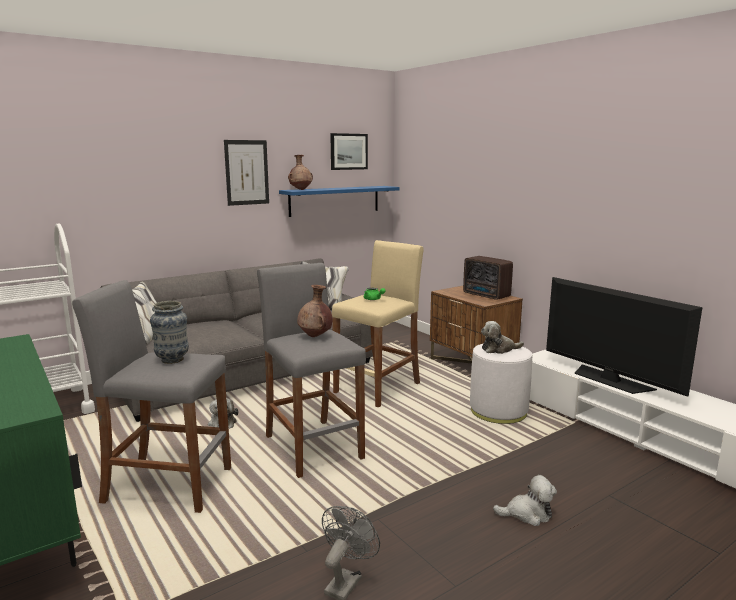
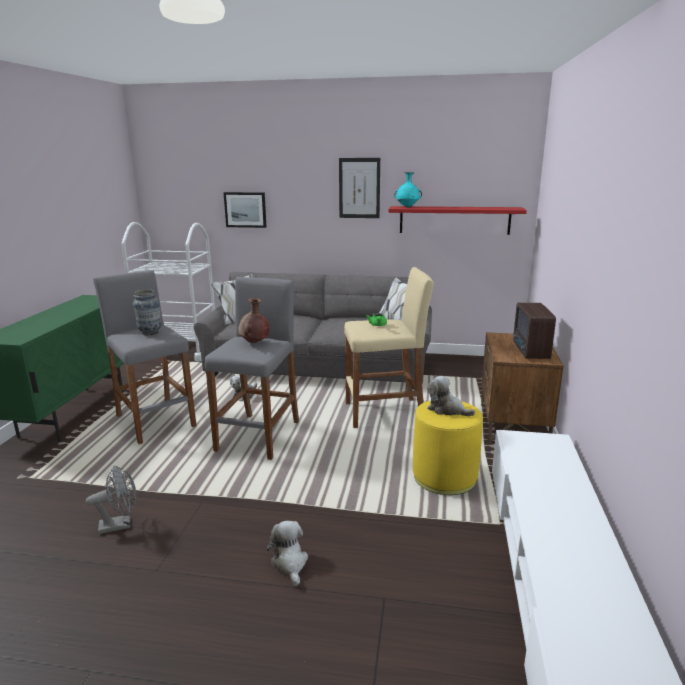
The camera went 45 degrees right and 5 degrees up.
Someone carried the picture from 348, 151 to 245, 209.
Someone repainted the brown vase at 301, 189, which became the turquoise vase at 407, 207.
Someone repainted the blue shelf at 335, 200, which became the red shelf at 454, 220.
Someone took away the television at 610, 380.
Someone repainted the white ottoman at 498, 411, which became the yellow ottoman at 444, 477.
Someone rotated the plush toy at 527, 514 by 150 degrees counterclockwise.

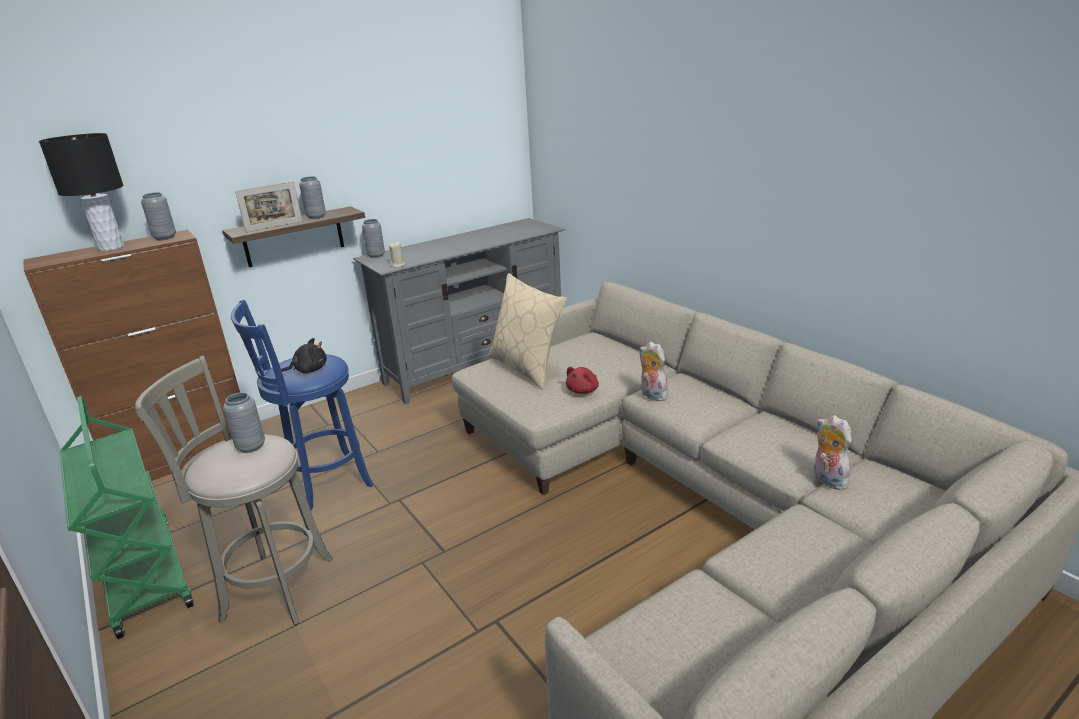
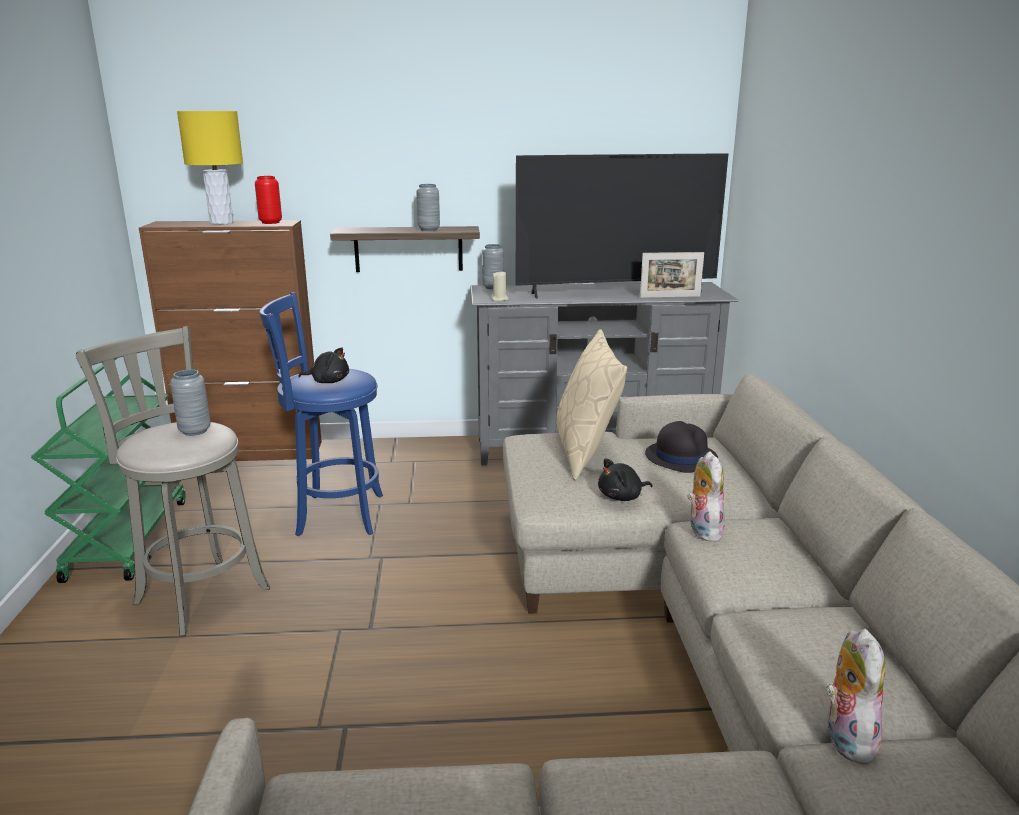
The camera went 30 degrees right and 5 degrees down.
Someone repainted the black table lamp at 111, 247, which became the yellow table lamp at 222, 223.
Someone carried the picture frame from 274, 226 to 670, 297.
Someone repainted the grey vase at 165, 238, which became the red vase at 270, 222.
Someone repainted the red plush toy at 583, 390, which became the black plush toy at 622, 497.
Someone put down the television at 616, 292.
Someone put down the black hat at 680, 457.

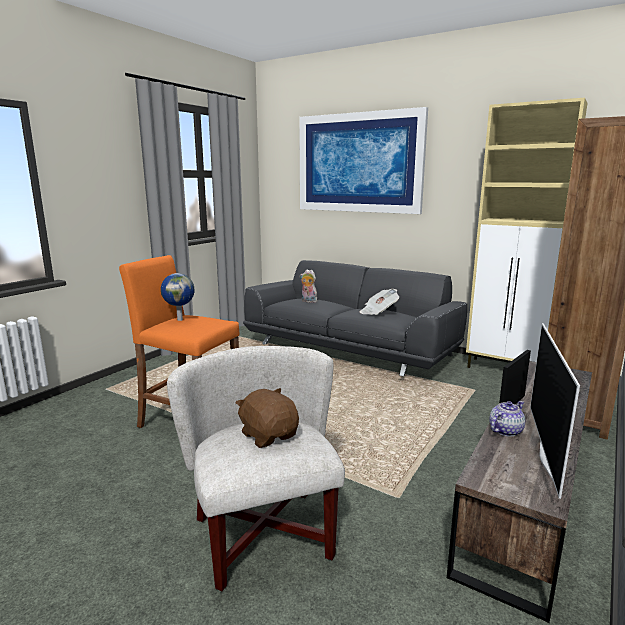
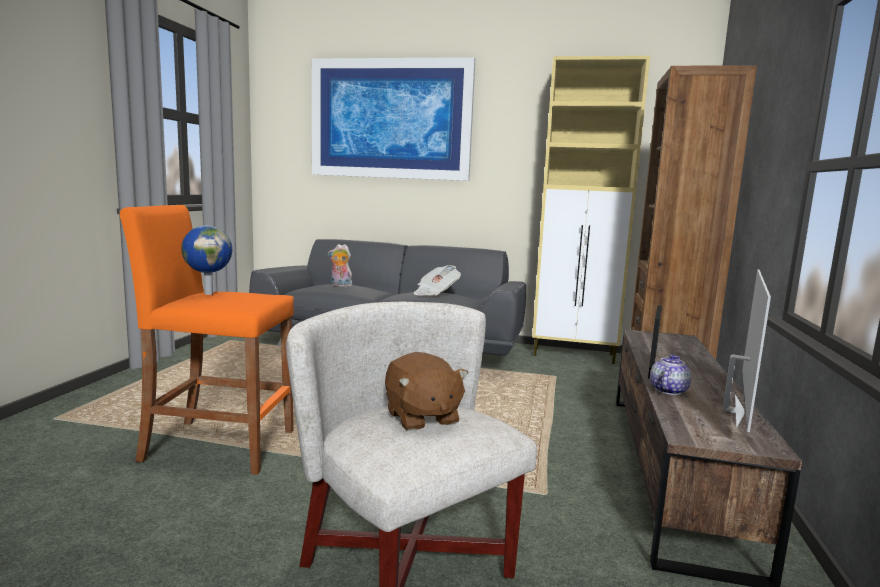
The camera went 20 degrees left and 5 degrees down.
Someone rotated the television at 549, 460 by 150 degrees counterclockwise.
Someone rotated the brown plush toy at 269, 435 by 150 degrees counterclockwise.

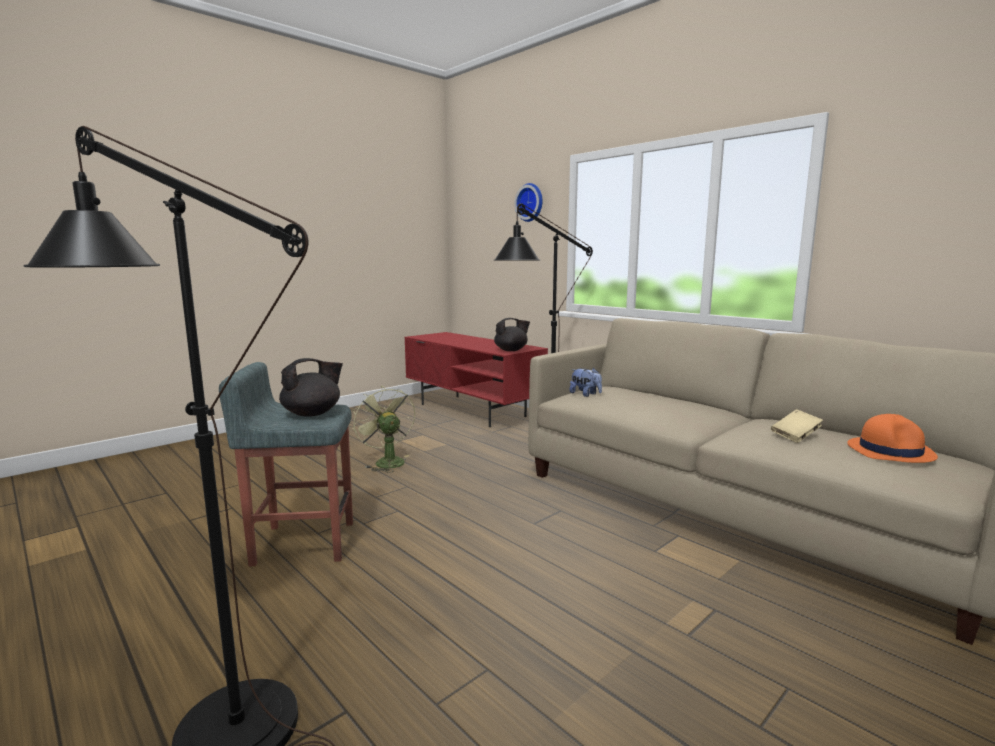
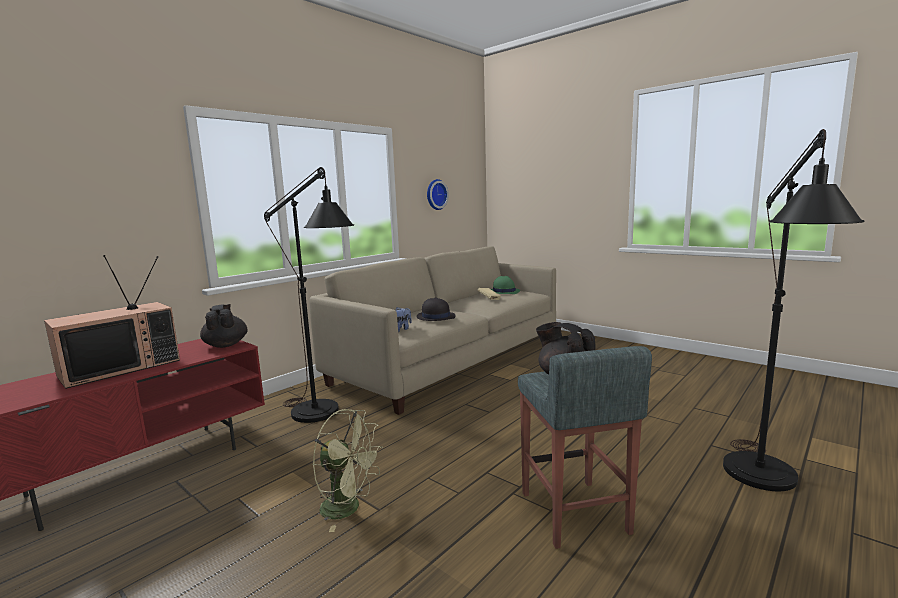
The camera went 95 degrees left and 0 degrees up.
Someone carried the wall clock from 531, 202 to 435, 194.
Someone rotated the green fan at 386, 462 by 120 degrees counterclockwise.
Someone repainted the orange hat at 890, 451, which became the green hat at 504, 291.
Someone put down the television at 122, 367.
Someone put down the black hat at 435, 317.

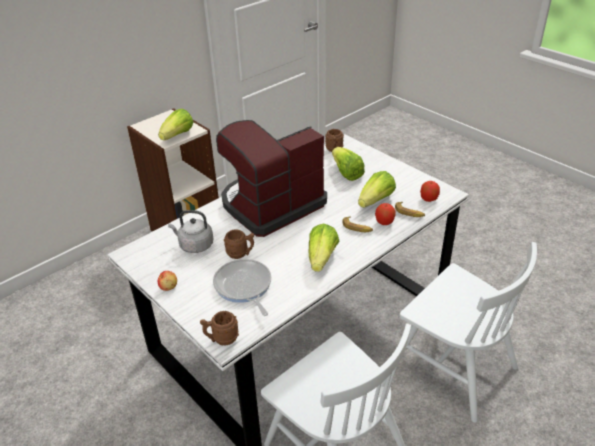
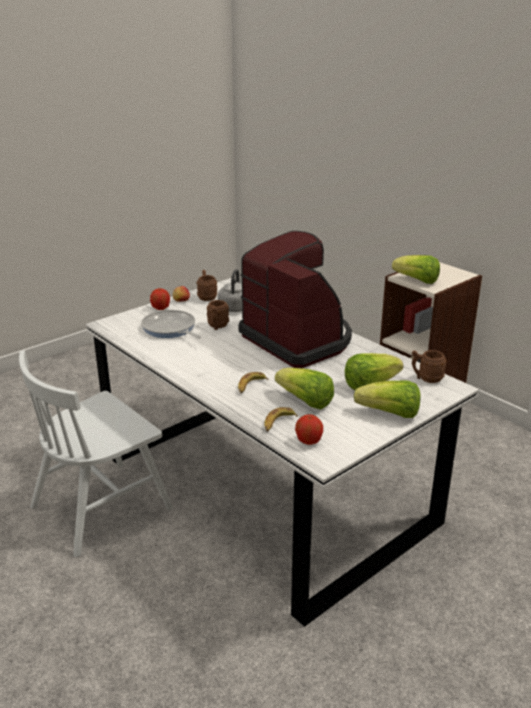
The camera went 90 degrees right and 10 degrees down.
Someone carried the apple from 384, 222 to 160, 308.
Someone carried the lettuce from 322, 258 to 390, 414.
Someone took away the white chair at 452, 367.
Someone rotated the frying pan at 244, 287 by 105 degrees counterclockwise.
Someone carried the brown mug from 221, 339 to 206, 297.

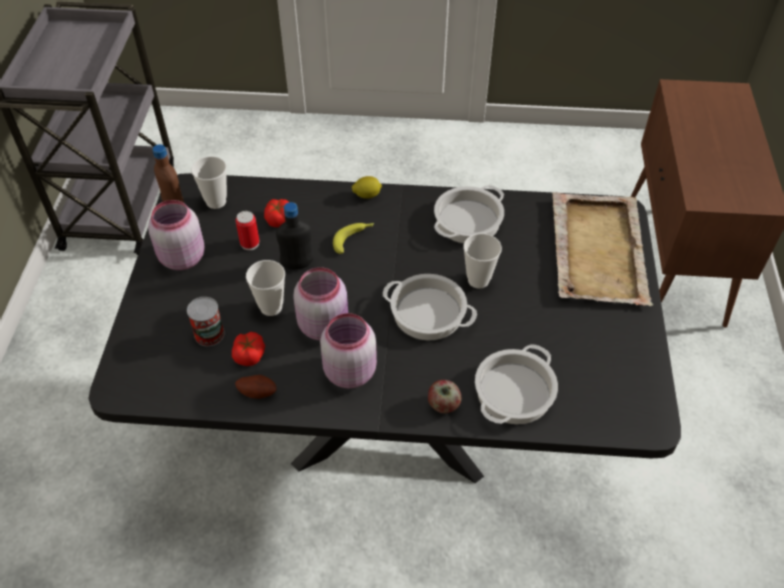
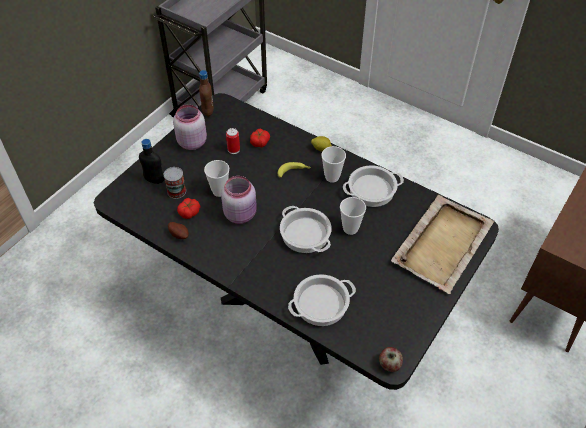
The camera went 30 degrees right and 0 degrees up.
Someone carried the cup from 216, 202 to 332, 177.
Someone carried the black bottle from 297, 264 to 154, 180.
Someone took away the pink jar at 348, 371.
Someone carried the apple from 443, 405 to 389, 364.

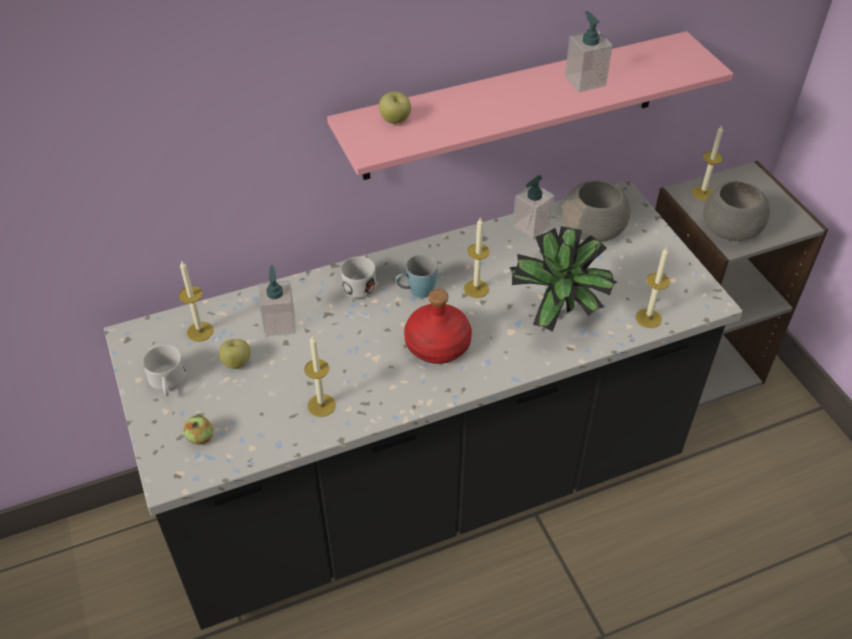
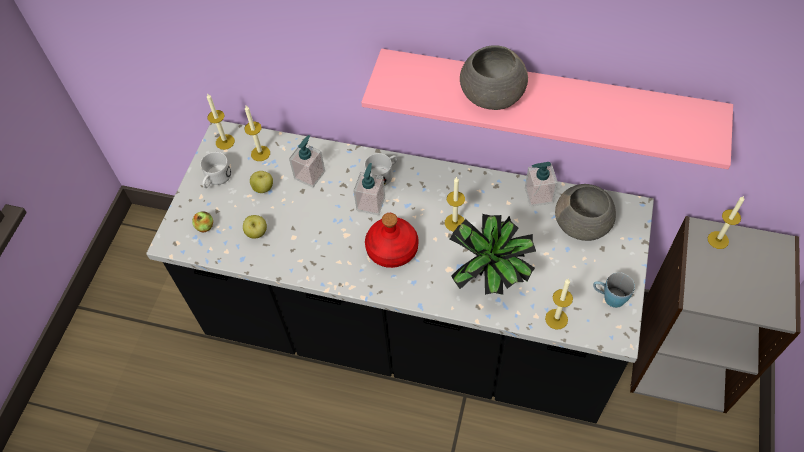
The camera went 40 degrees right and 10 degrees up.
Someone carried the soap dispenser from 585, 81 to 371, 203.
Someone carried the apple from 395, 121 to 257, 233.
Someone carried the grey bowl from 729, 230 to 491, 95.
Someone carried the blue mug from 416, 291 to 609, 297.
Someone carried the candle from 321, 405 to 225, 142.

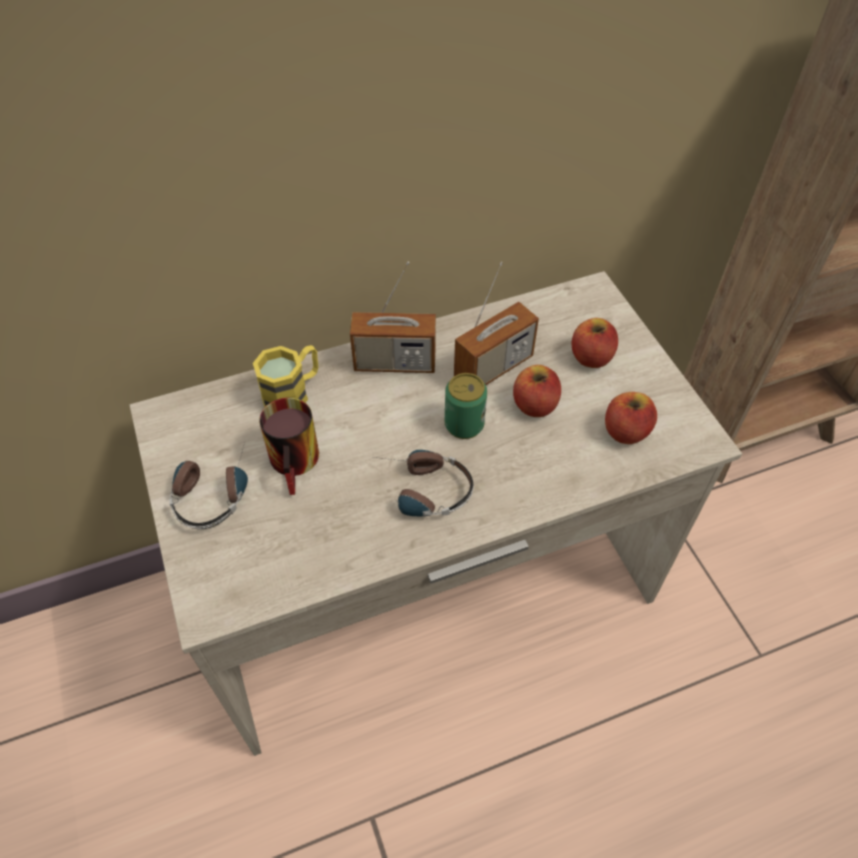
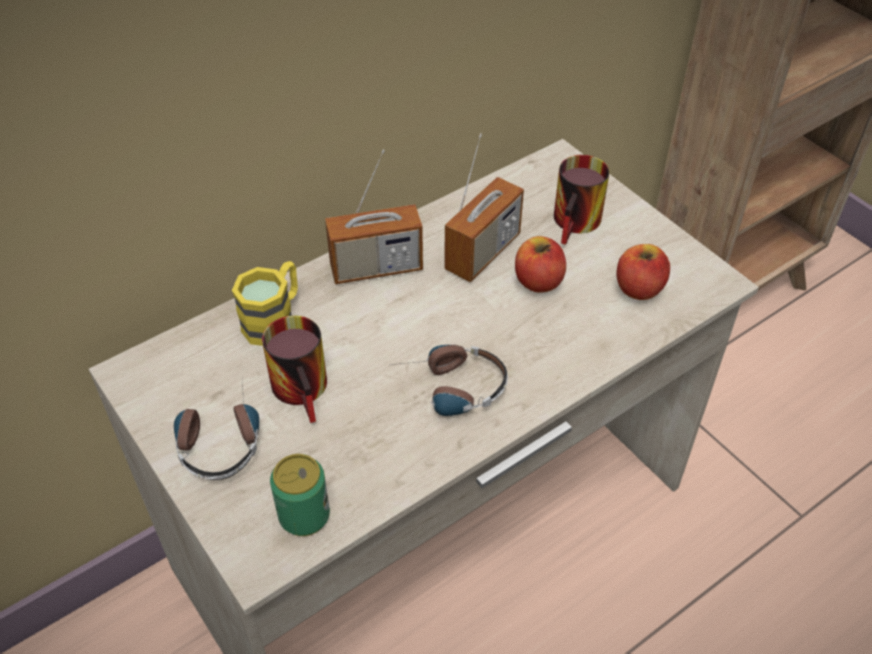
The camera went 15 degrees left and 5 degrees down.
Someone swapped the apple at 591, 357 for the mug at 579, 224.
Someone carried the can from 464, 424 to 304, 516.

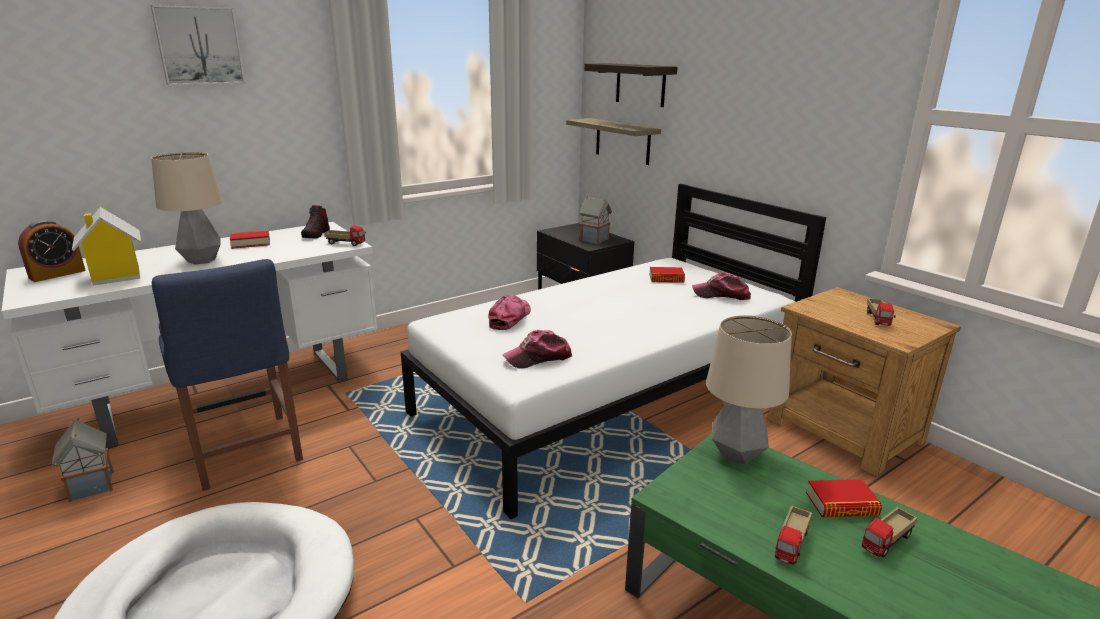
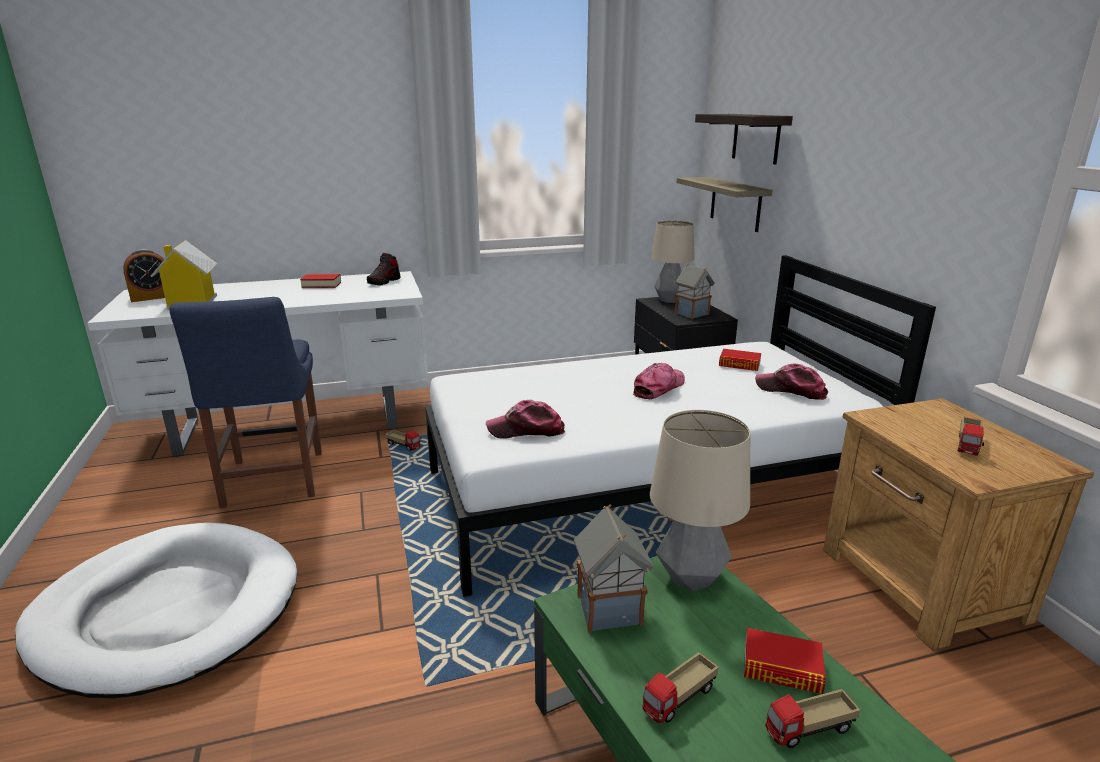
The camera went 20 degrees right and 0 degrees up.
Someone took away the picture at 199, 46.
Someone carried the table lamp from 201, 260 to 669, 300.
Someone carried the toy truck from 346, 243 to 404, 446.
Someone carried the cap from 509, 318 to 658, 388.
Someone carried the toy house from 92, 487 to 610, 611.

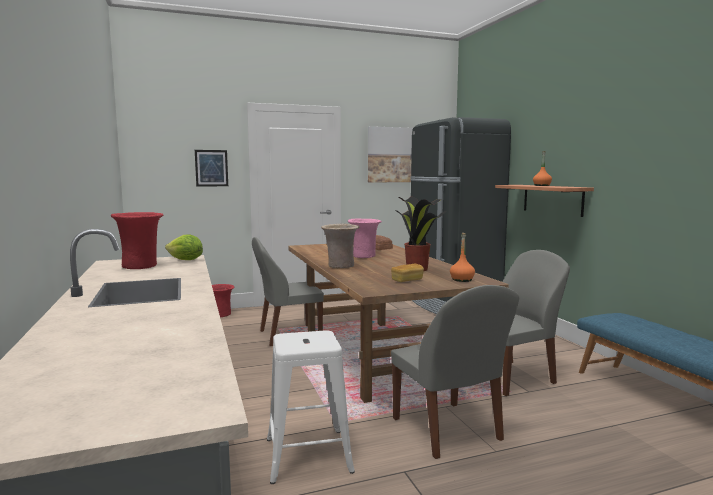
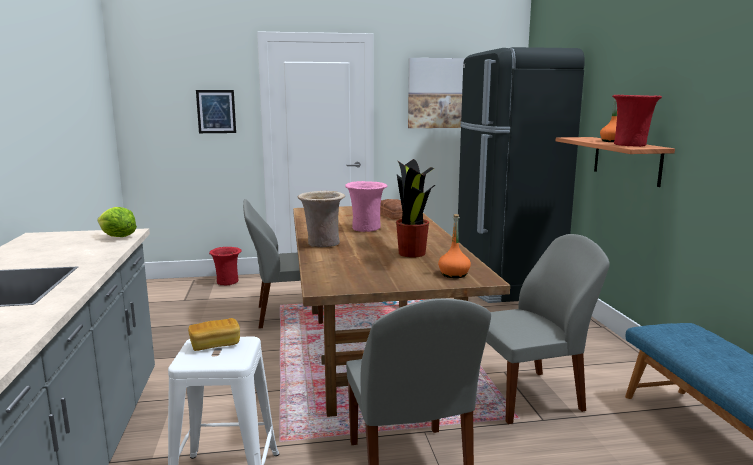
The camera went 10 degrees right and 5 degrees up.
Someone carried the red vase from 141, 266 to 631, 145.
Someone carried the bread from 407, 280 to 215, 345.

